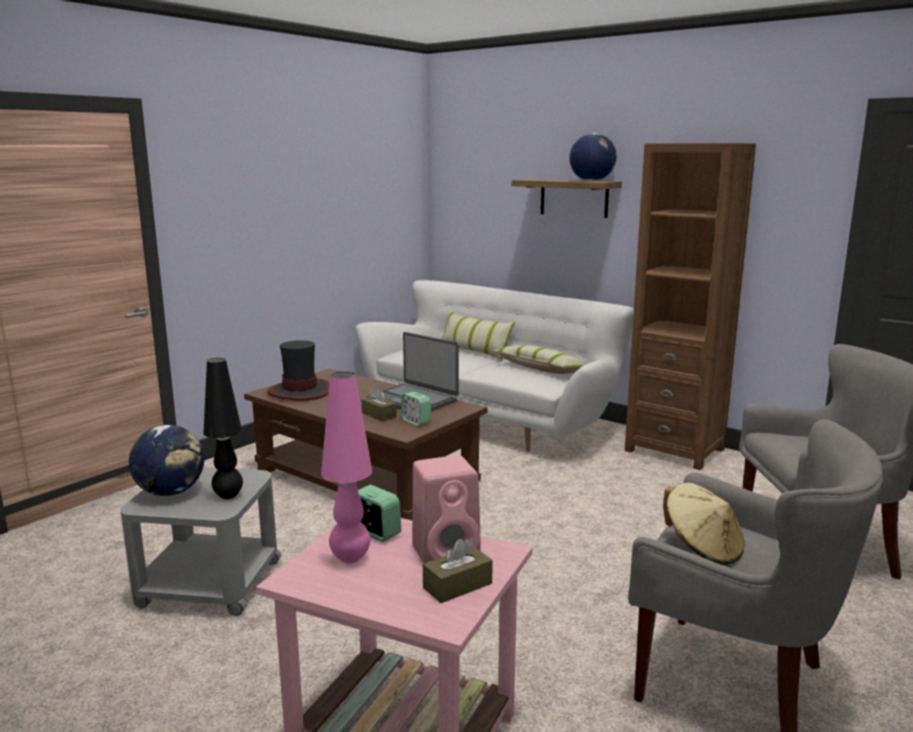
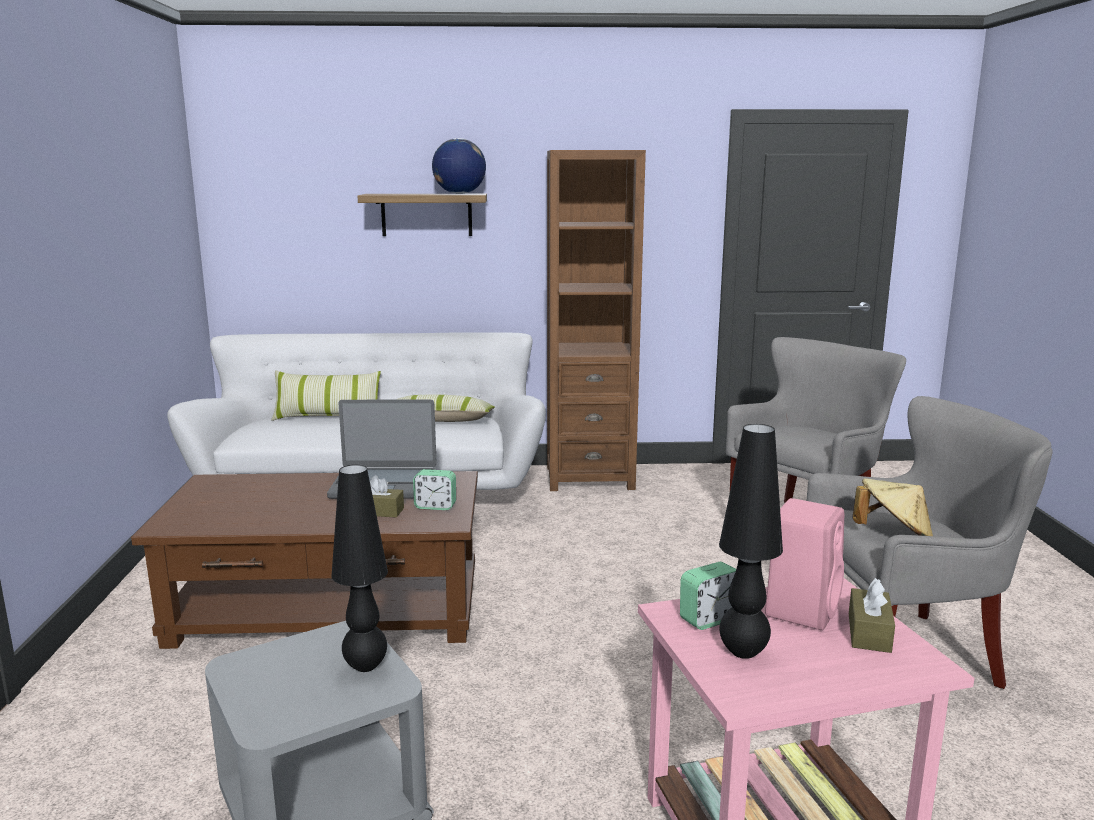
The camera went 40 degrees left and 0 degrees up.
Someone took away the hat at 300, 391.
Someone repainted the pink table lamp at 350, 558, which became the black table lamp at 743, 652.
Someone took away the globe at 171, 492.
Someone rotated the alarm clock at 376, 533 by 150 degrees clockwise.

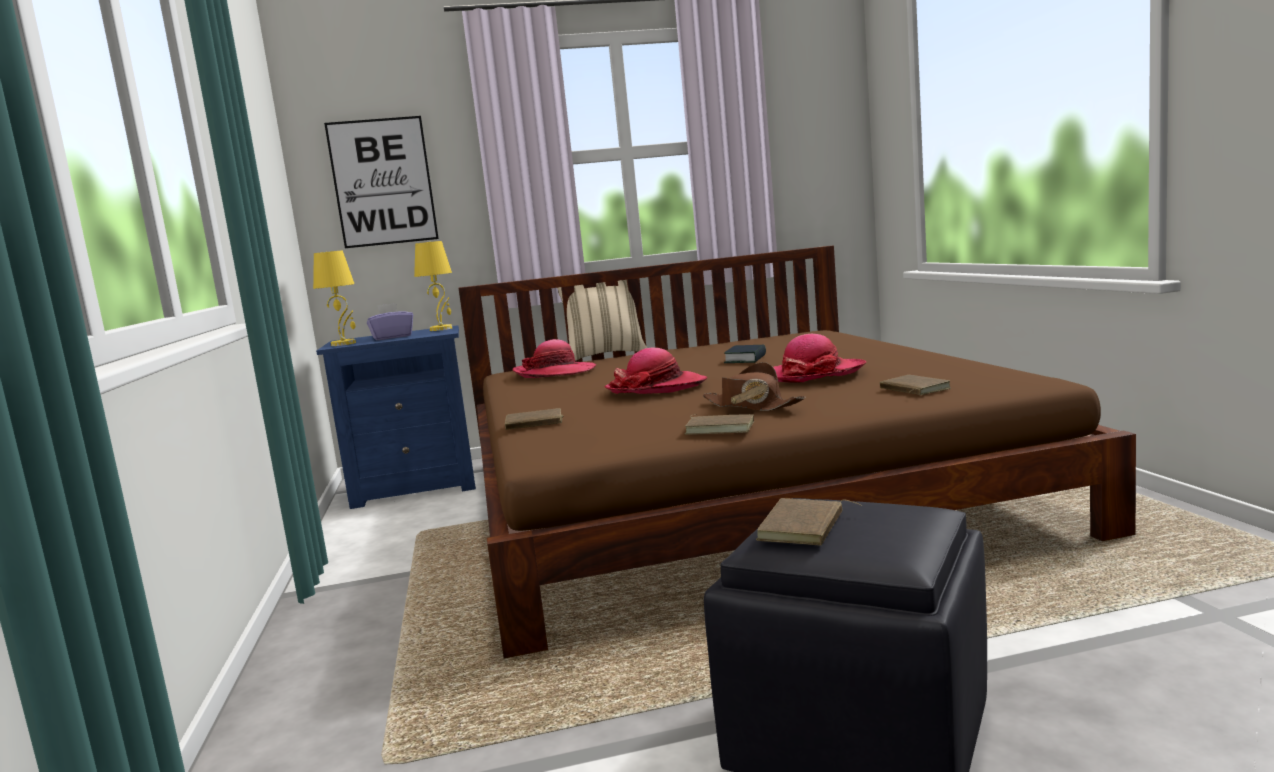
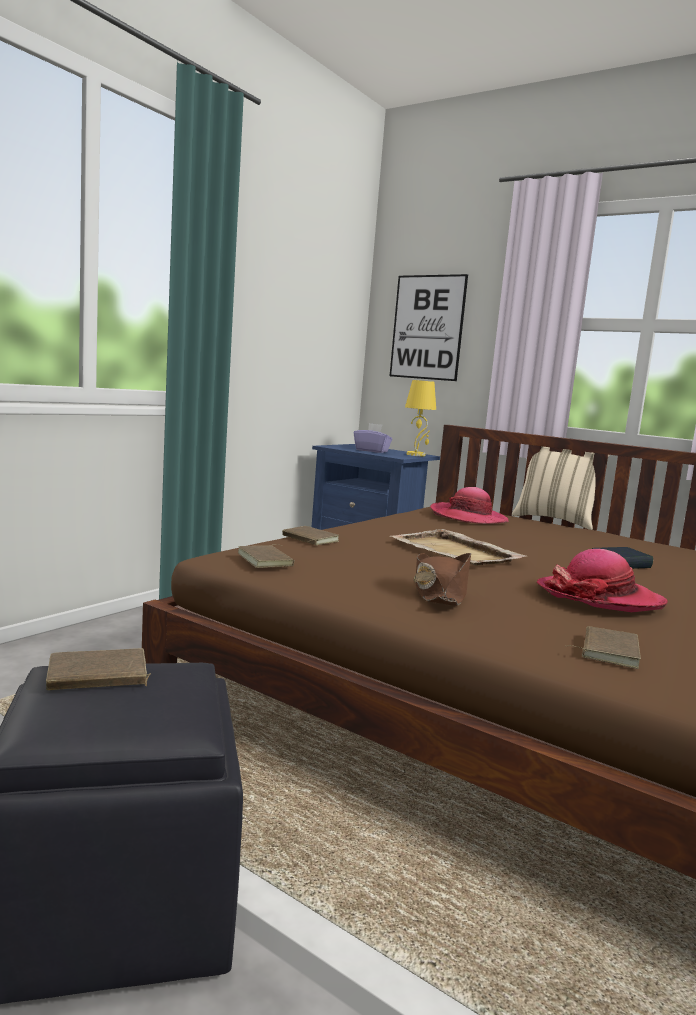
The camera went 45 degrees right and 0 degrees up.
Someone took away the yellow table lamp at 344, 344.
Someone swapped the hat at 656, 388 for the beige tray at 456, 552.
Someone carried the brown book from 720, 428 to 267, 560.

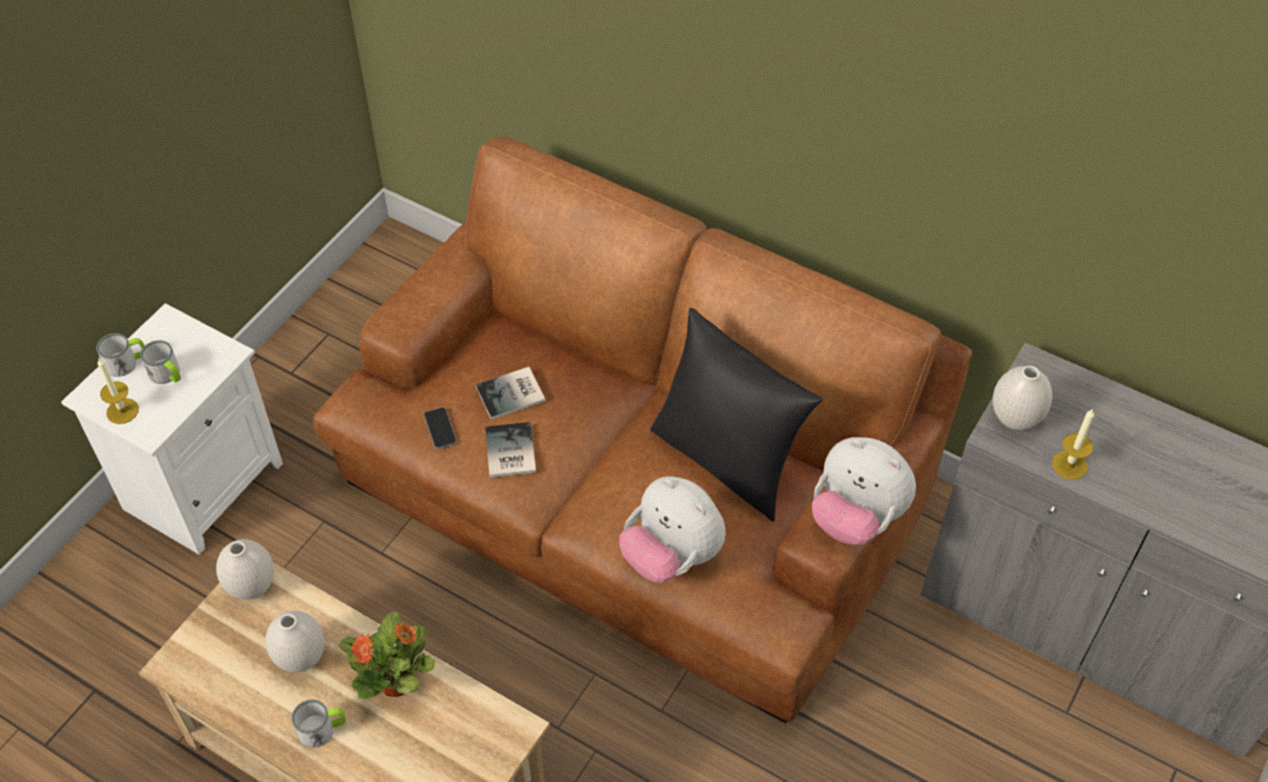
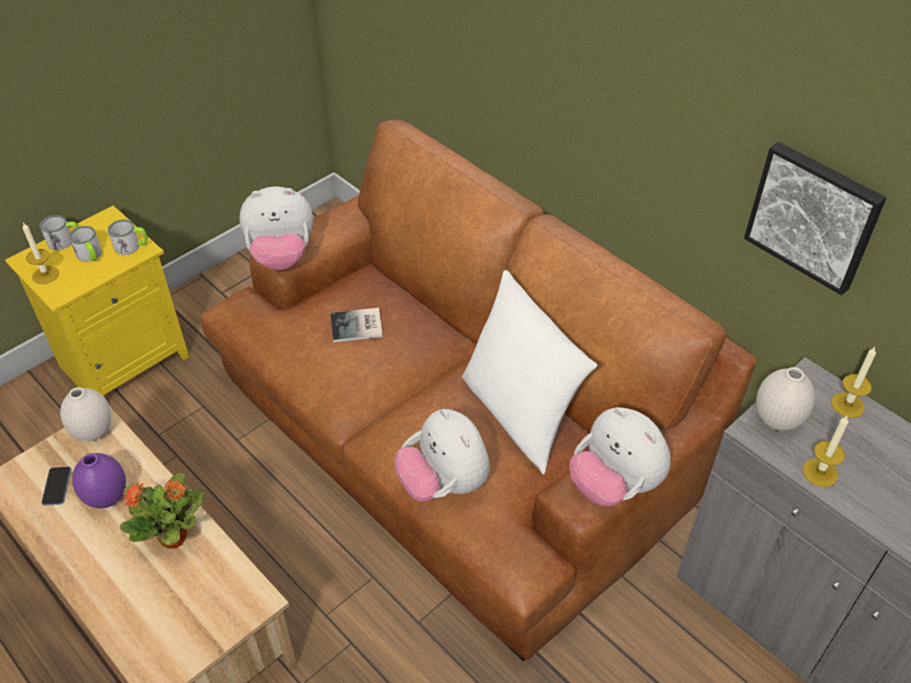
The camera went 15 degrees right and 5 degrees down.
Someone repainted the white nightstand at 203, 483, which became the yellow nightstand at 124, 359.
Someone repainted the black pillow at 727, 459, which became the white pillow at 520, 414.
Someone carried the phone from 440, 429 to 57, 487.
Someone took away the book at 508, 452.
Someone repainted the white vase at 302, 657, which became the purple vase at 108, 497.
Someone carried the mug from 322, 729 to 132, 246.
Someone put up the picture at 814, 216.
Someone put down the plush toy at 281, 256.
Someone put down the candle at 847, 405.

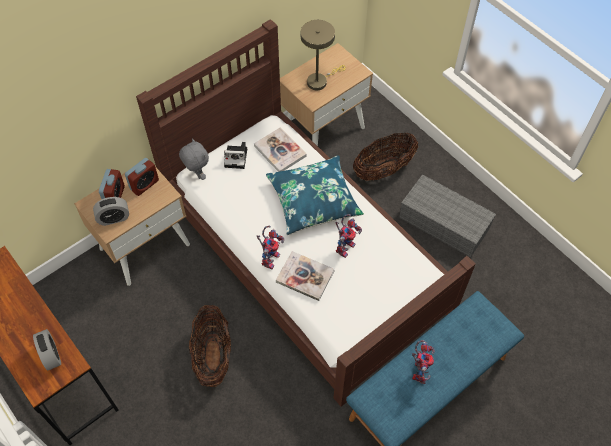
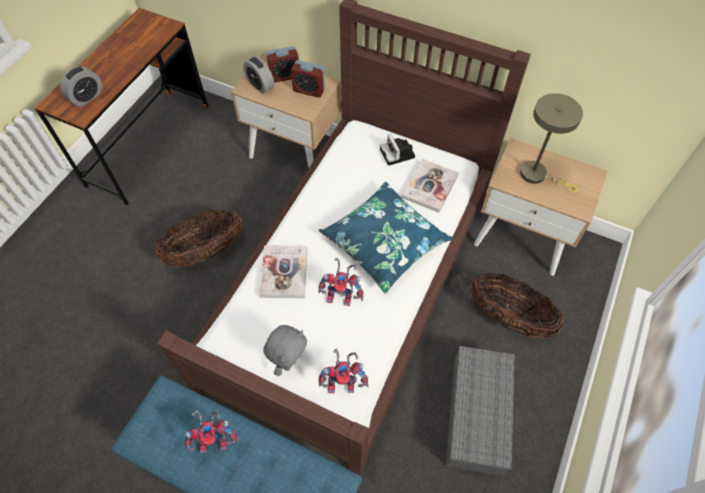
The camera went 65 degrees right and 0 degrees up.
Someone carried the grey plush toy from 197, 174 to 289, 361.
Someone carried the toy robot from 270, 257 to 343, 382.

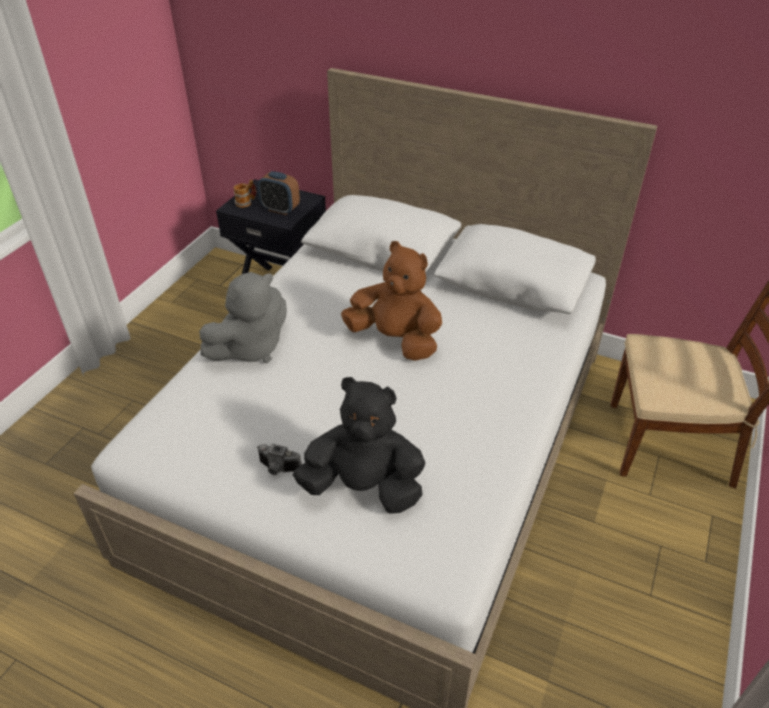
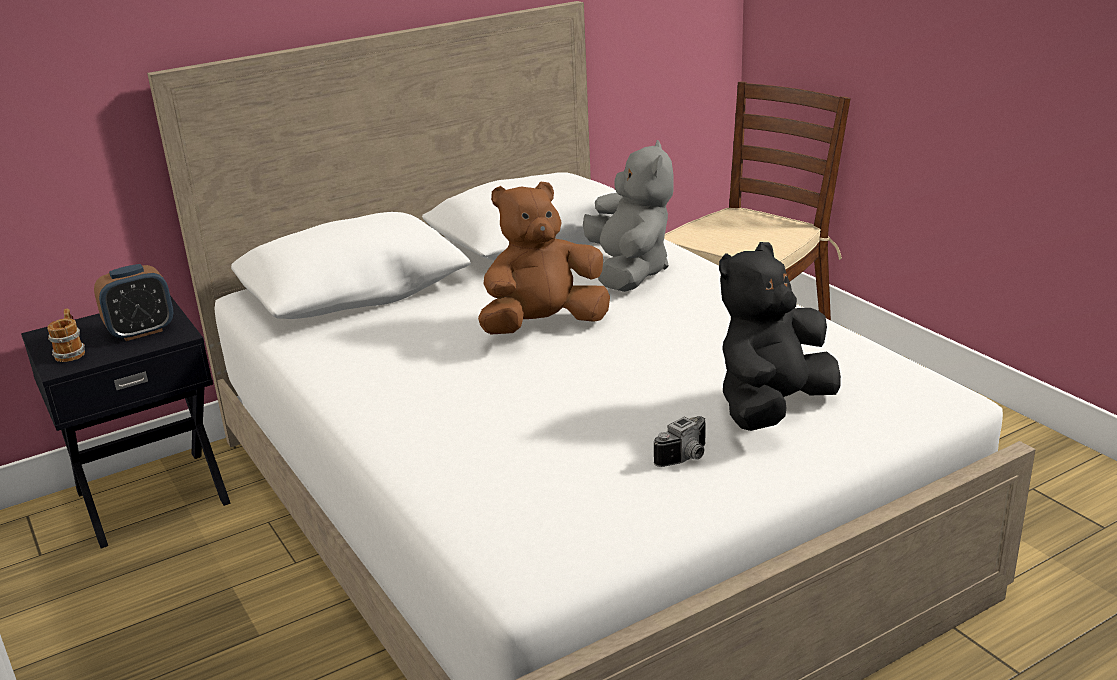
The camera went 55 degrees left and 15 degrees down.
Someone carried the grey plush toy from 250, 348 to 628, 272.

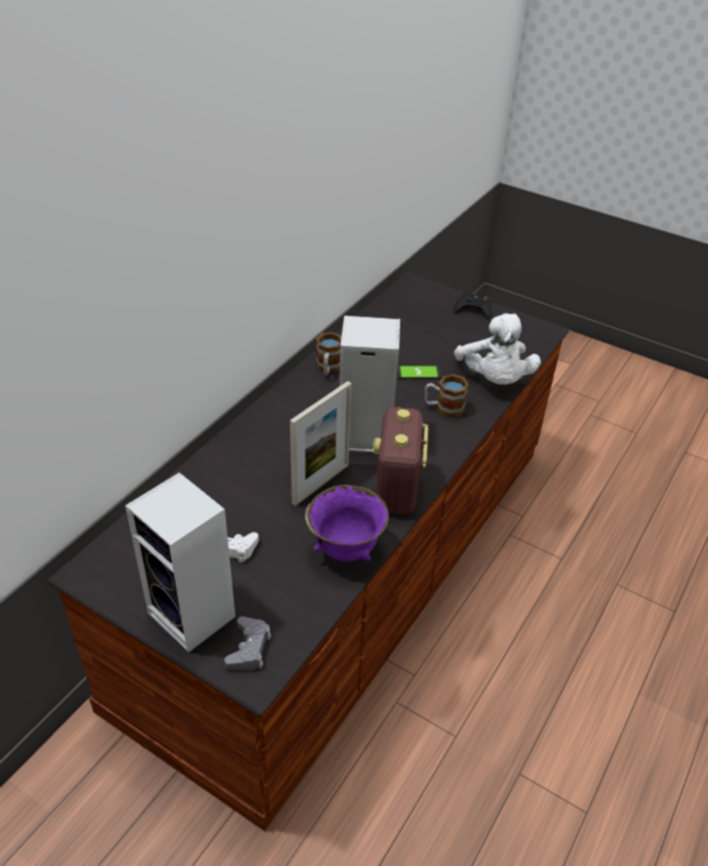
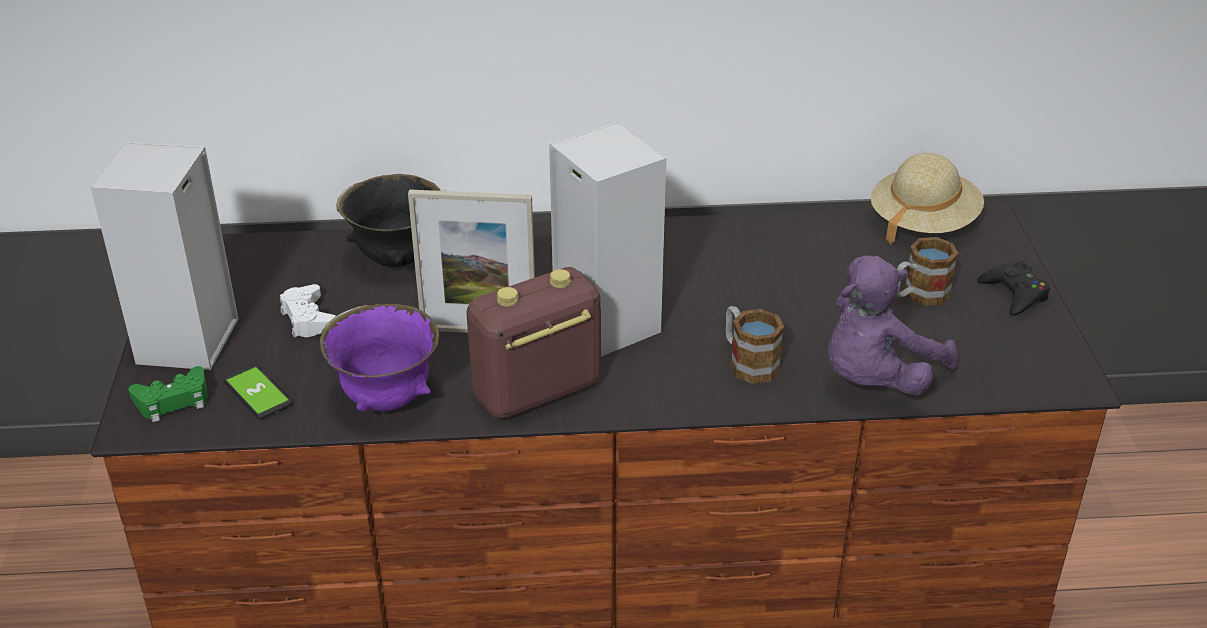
The camera went 55 degrees right and 5 degrees down.
Someone repainted the white plush toy at 494, 379, which became the purple plush toy at 875, 379.
Someone carried the mug from 328, 368 to 918, 295.
Someone carried the phone from 418, 373 to 258, 393.
Someone repainted the grey game controller at 249, 648, which became the green game controller at 173, 401.
Someone put down the beige hat at 922, 223.
Someone put down the black bowl at 397, 259.

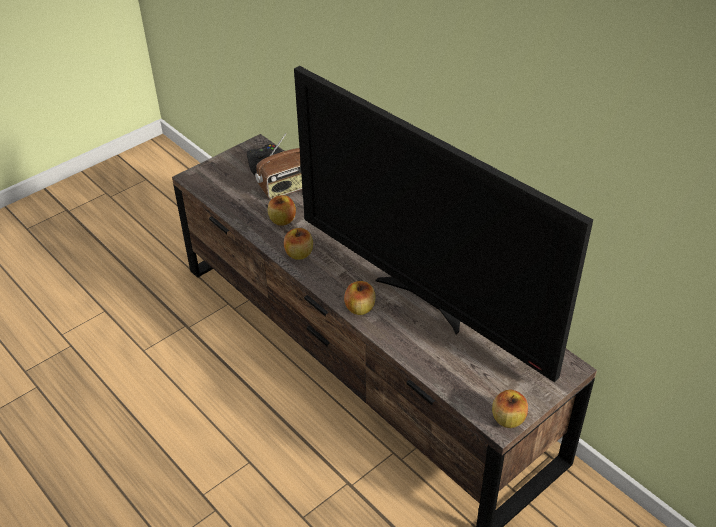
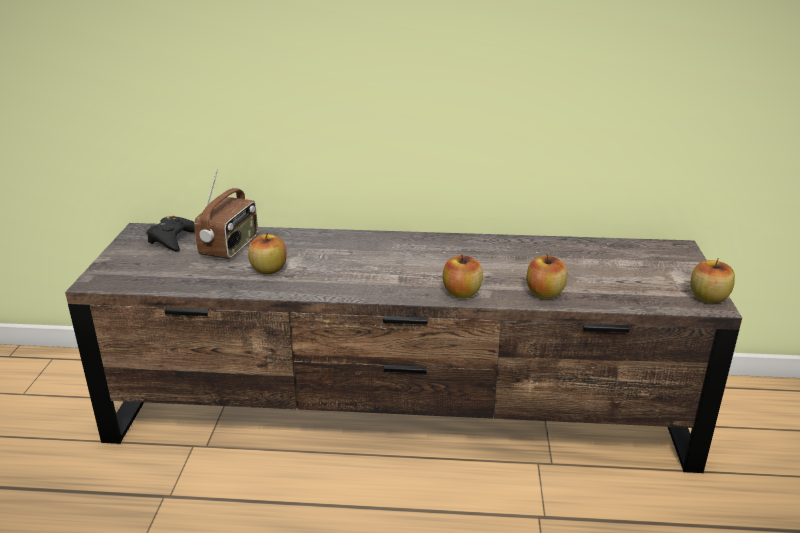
The camera went 45 degrees left and 15 degrees down.
Someone took away the television at 424, 301.
Someone carried the apple from 299, 254 to 545, 293.

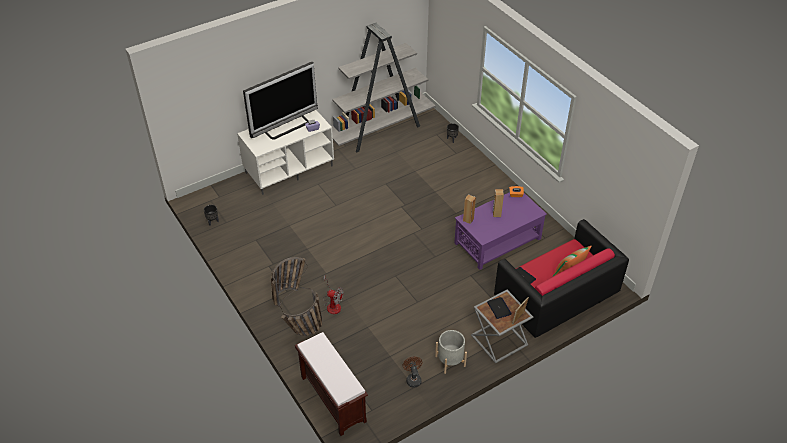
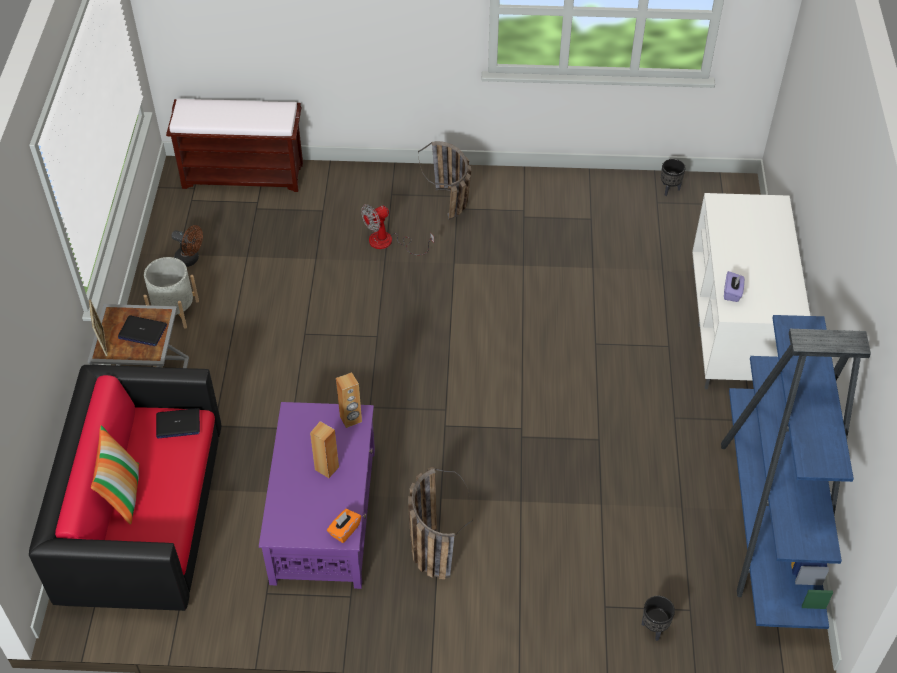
The camera went 125 degrees right and 5 degrees up.
Someone repainted the grey bookcase at 381, 129, which became the blue bookcase at 769, 521.
Someone took away the television at 286, 126.
Someone carried the basket from 305, 331 to 431, 545.

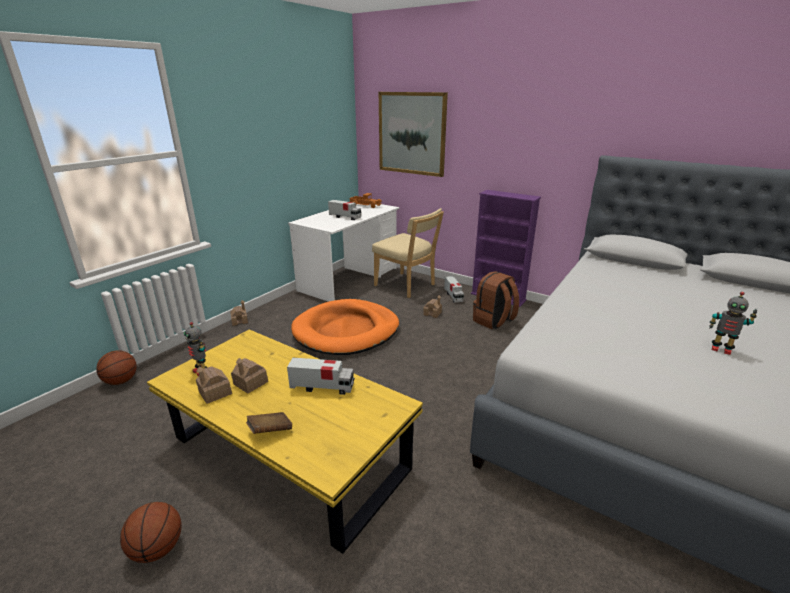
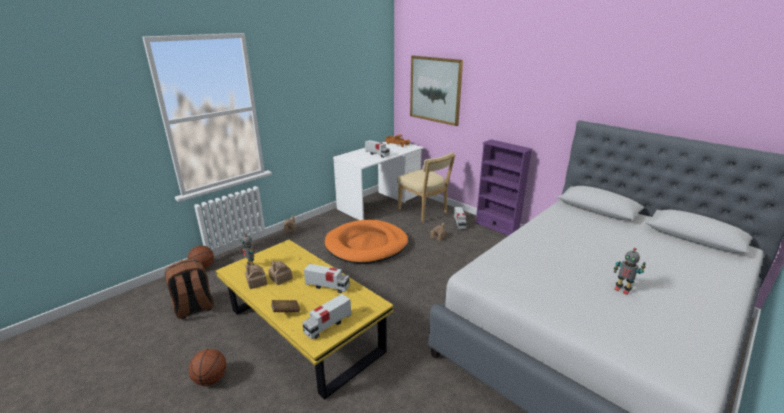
The camera went 10 degrees right and 0 degrees up.
Someone carried the brown backpack from 494, 321 to 194, 308.
Someone put down the toy truck at 327, 325.

